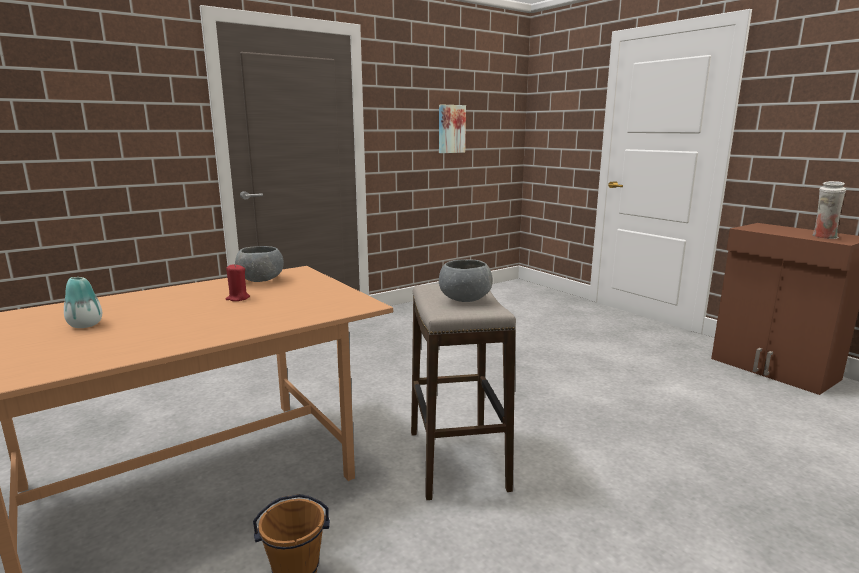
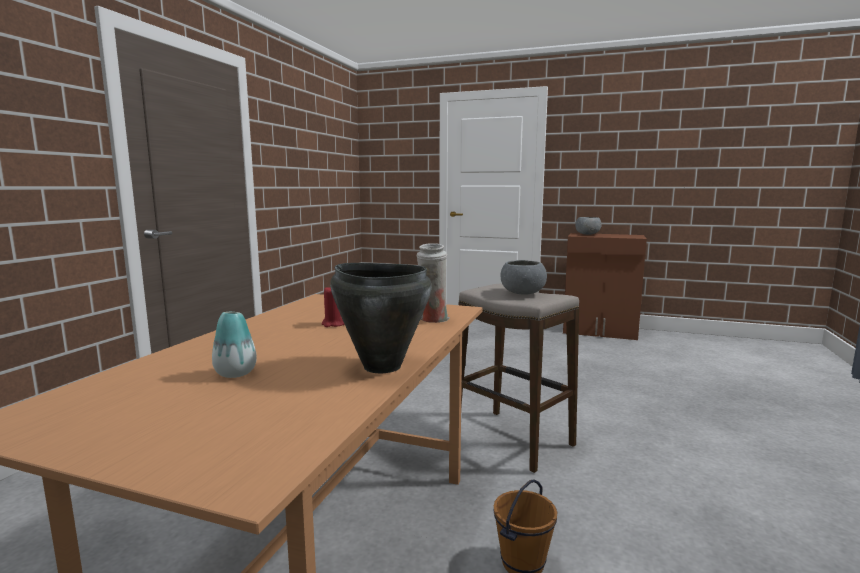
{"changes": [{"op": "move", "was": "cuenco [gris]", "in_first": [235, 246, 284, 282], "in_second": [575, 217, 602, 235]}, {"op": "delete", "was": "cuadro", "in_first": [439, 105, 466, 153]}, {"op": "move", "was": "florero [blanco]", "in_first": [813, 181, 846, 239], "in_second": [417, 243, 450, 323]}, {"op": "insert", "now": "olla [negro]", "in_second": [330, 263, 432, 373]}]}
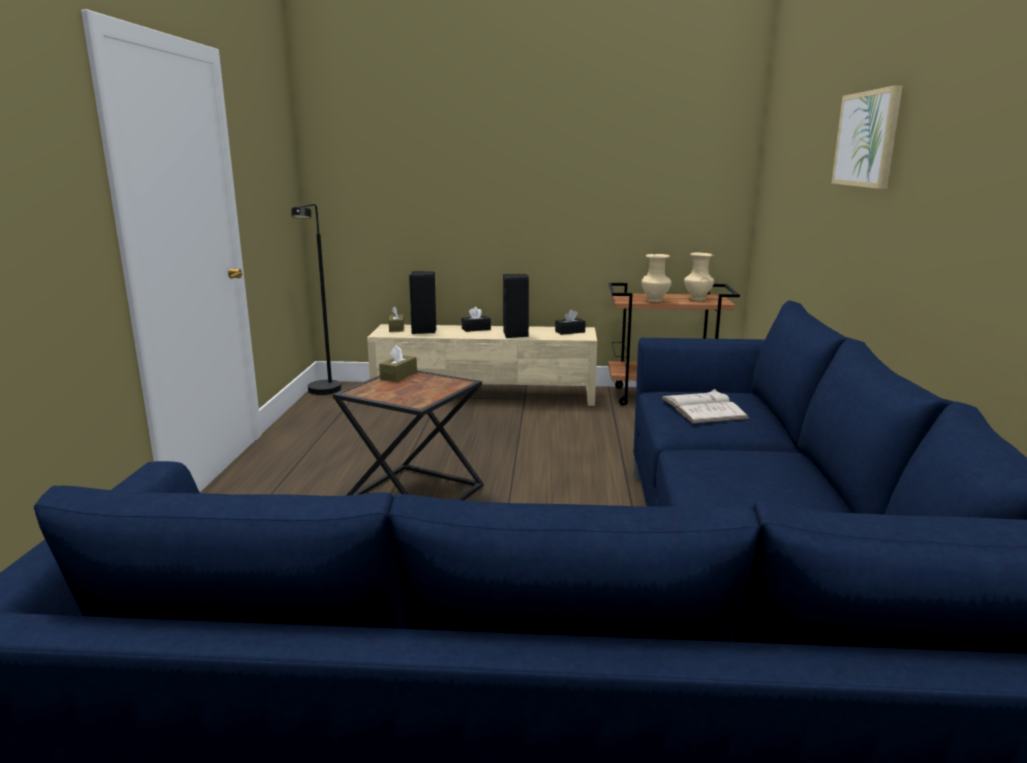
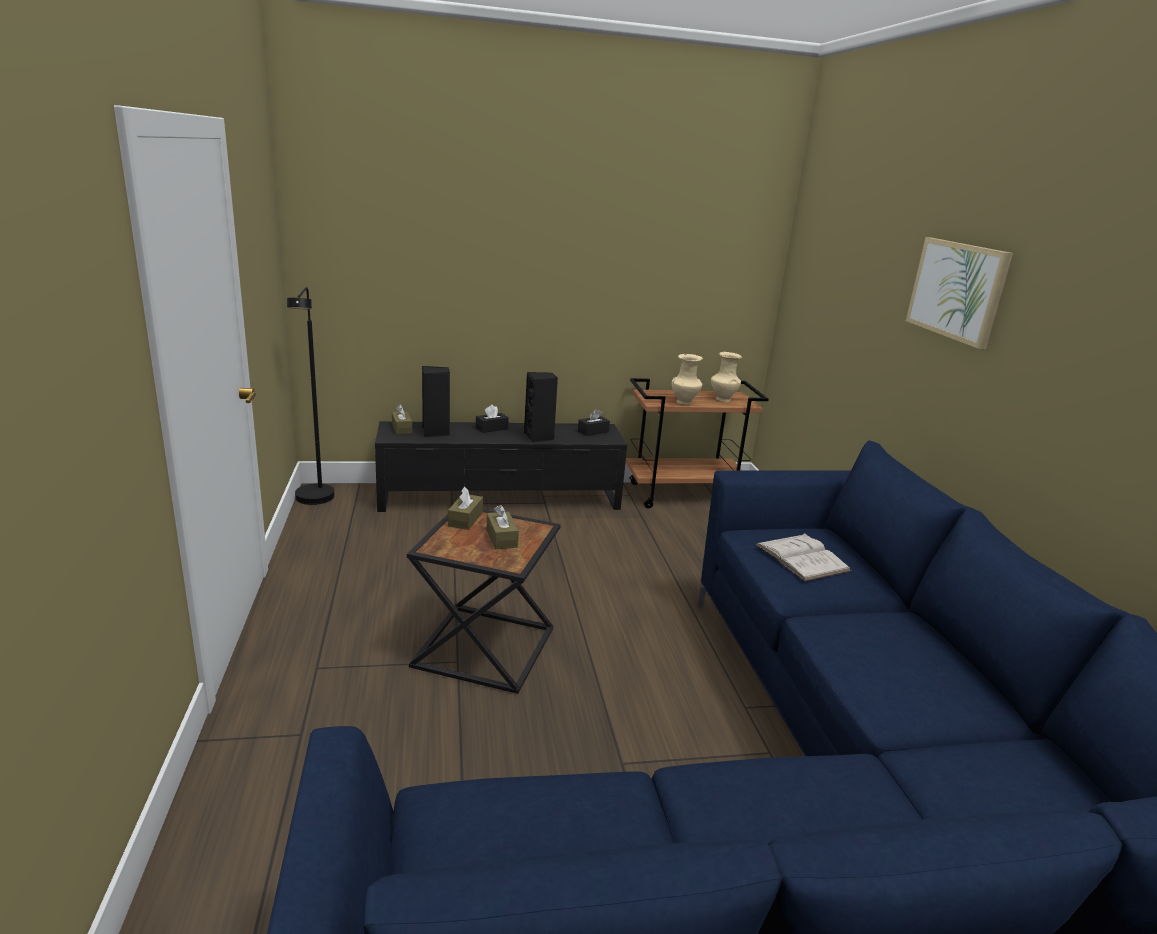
{"changes": [{"op": "recolor", "was": "mueble de televisión [beis]", "now": "mueble de televisión [negro]", "in_first": [367, 324, 597, 406], "in_second": [375, 421, 627, 512]}, {"op": "insert", "now": "caja de pañuelos [marrón]", "in_second": [487, 505, 519, 550]}]}
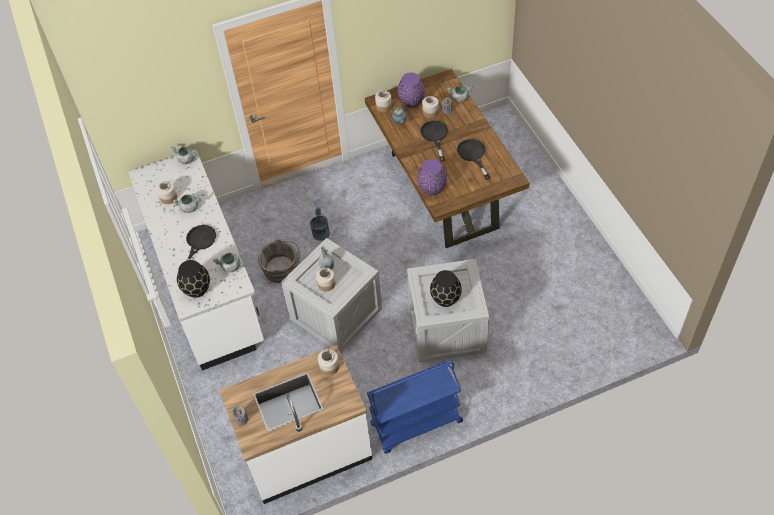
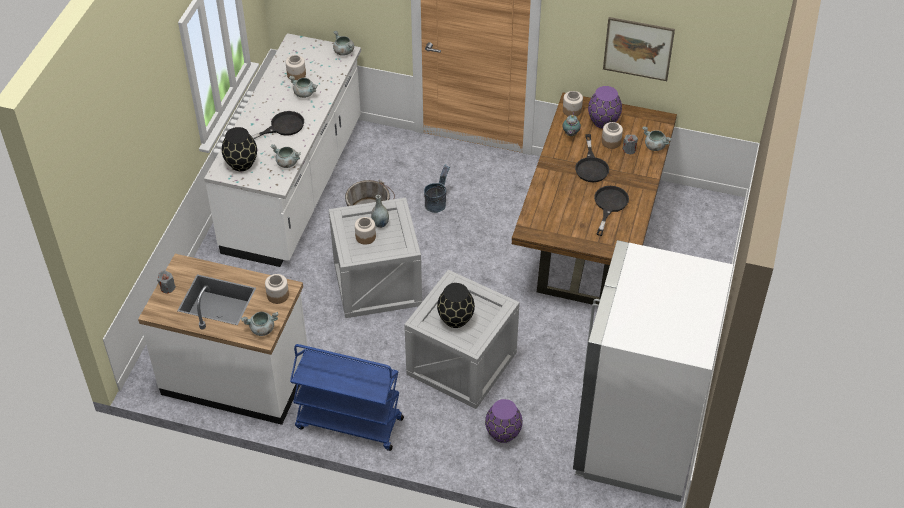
{"changes": [{"op": "move", "was": "florero [morado]", "in_first": [417, 159, 447, 196], "in_second": [485, 399, 523, 443]}, {"op": "rotate", "was": "sartén [negro]", "in_first": [420, 120, 448, 161], "in_second": [575, 134, 609, 182], "clockwise": 150}, {"op": "insert", "now": "olla [gris]", "in_second": [241, 312, 278, 336]}, {"op": "insert", "now": "nevera [blanco]", "in_second": [573, 240, 733, 502]}, {"op": "insert", "now": "cuadro", "in_second": [603, 17, 675, 81]}]}
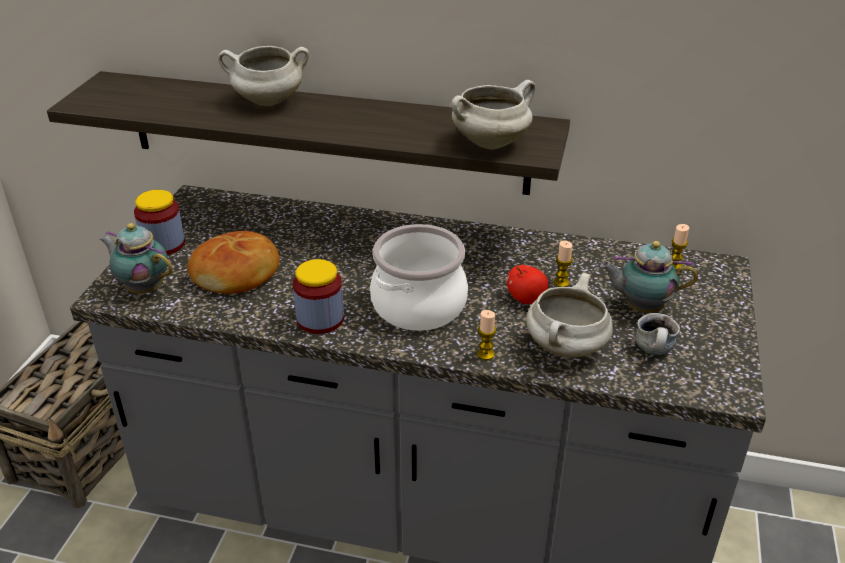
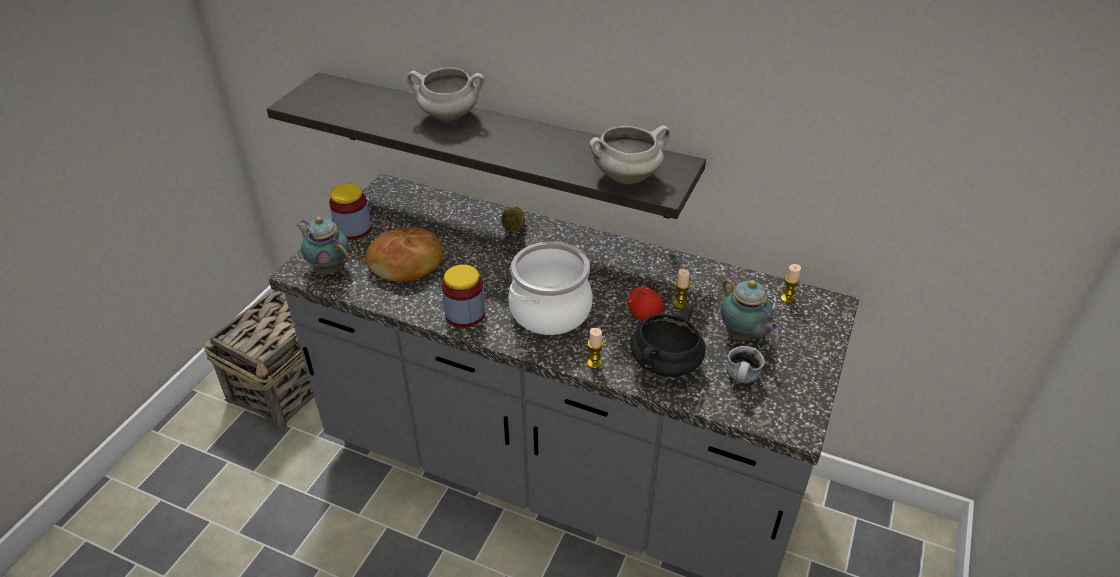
{"changes": [{"op": "recolor", "was": "olla [blanco]", "now": "olla [negro]", "in_first": [526, 273, 613, 358], "in_second": [631, 304, 706, 378]}, {"op": "rotate", "was": "tetera", "in_first": [600, 241, 698, 313], "in_second": [721, 275, 779, 341], "clockwise": -135}, {"op": "insert", "now": "patata", "in_second": [501, 206, 525, 232]}]}
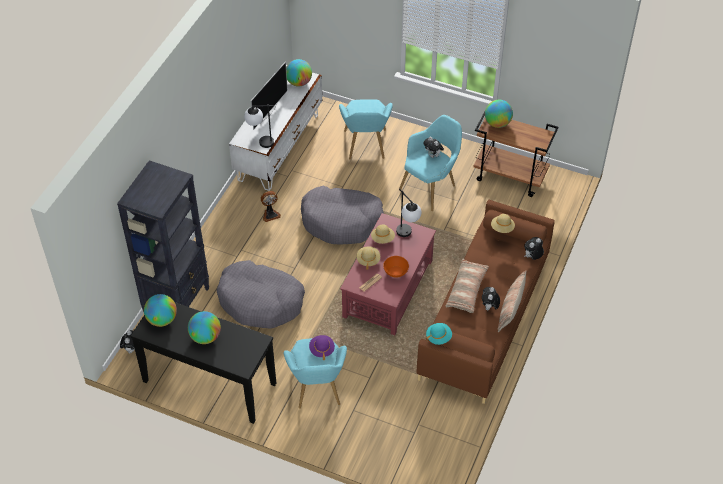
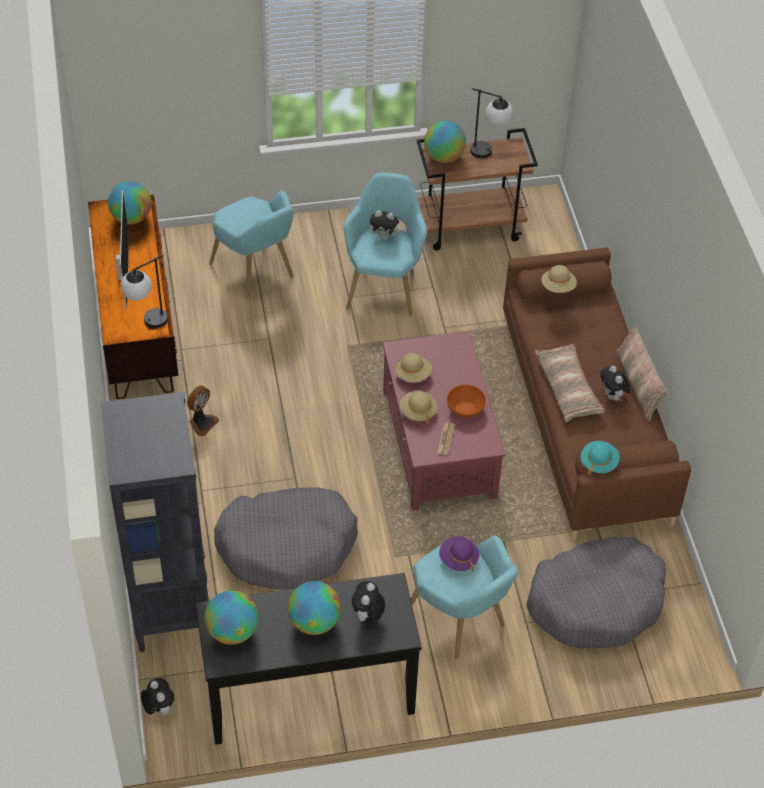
{"changes": [{"op": "recolor", "was": "mueble de televisión [blanco]", "now": "mueble de televisión [marrón]", "in_first": [229, 65, 322, 191], "in_second": [88, 195, 178, 399]}, {"op": "move", "was": "cama para perro [gris]", "in_first": [301, 186, 384, 245], "in_second": [526, 537, 666, 648]}, {"op": "move", "was": "lámpara de mesa", "in_first": [396, 188, 421, 237], "in_second": [470, 88, 513, 158]}, {"op": "move", "was": "peluche", "in_first": [524, 237, 544, 260], "in_second": [352, 581, 385, 622]}]}
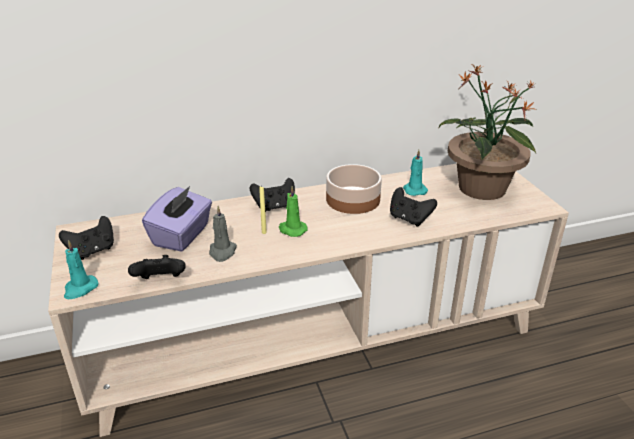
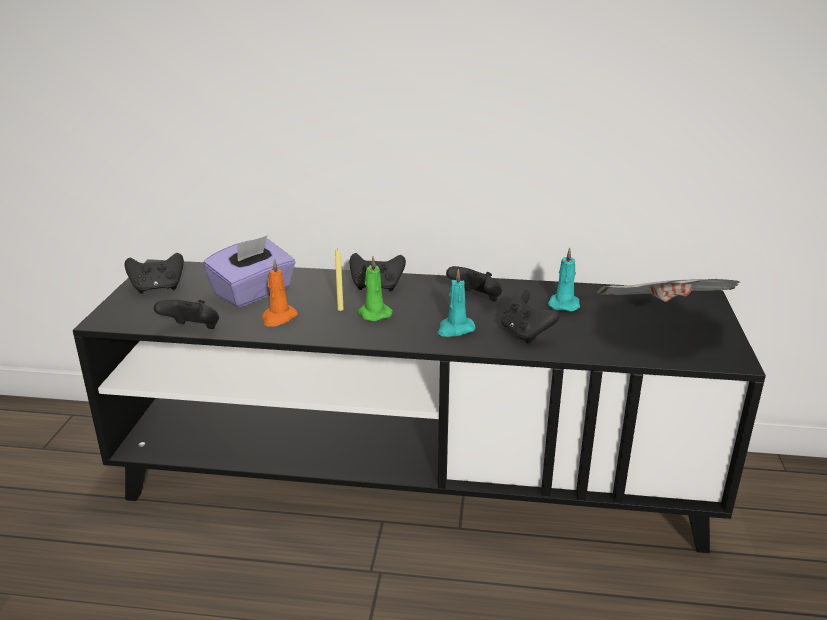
{"changes": [{"op": "recolor", "was": "mueble de televisión [beis]", "now": "mueble de televisión [negro]", "in_first": [48, 164, 569, 437], "in_second": [73, 259, 766, 553]}, {"op": "move", "was": "vela [turquesa]", "in_first": [64, 240, 98, 299], "in_second": [437, 269, 475, 337]}, {"op": "recolor", "was": "vela [gris]", "now": "vela [naranja]", "in_first": [209, 206, 237, 262], "in_second": [262, 258, 298, 327]}, {"op": "replace", "was": "cuenco", "now": "mando de consola [negro]", "in_first": [326, 164, 382, 214], "in_second": [446, 266, 502, 301]}, {"op": "replace", "was": "planta en maceta", "now": "periódico", "in_first": [439, 64, 536, 200], "in_second": [597, 279, 740, 302]}]}
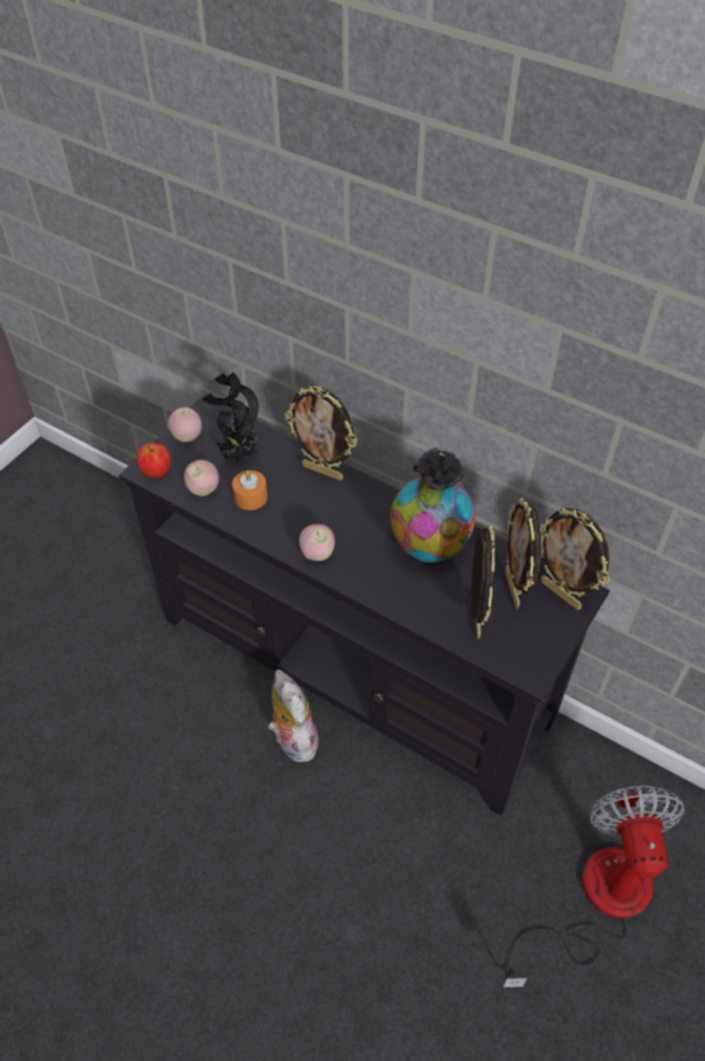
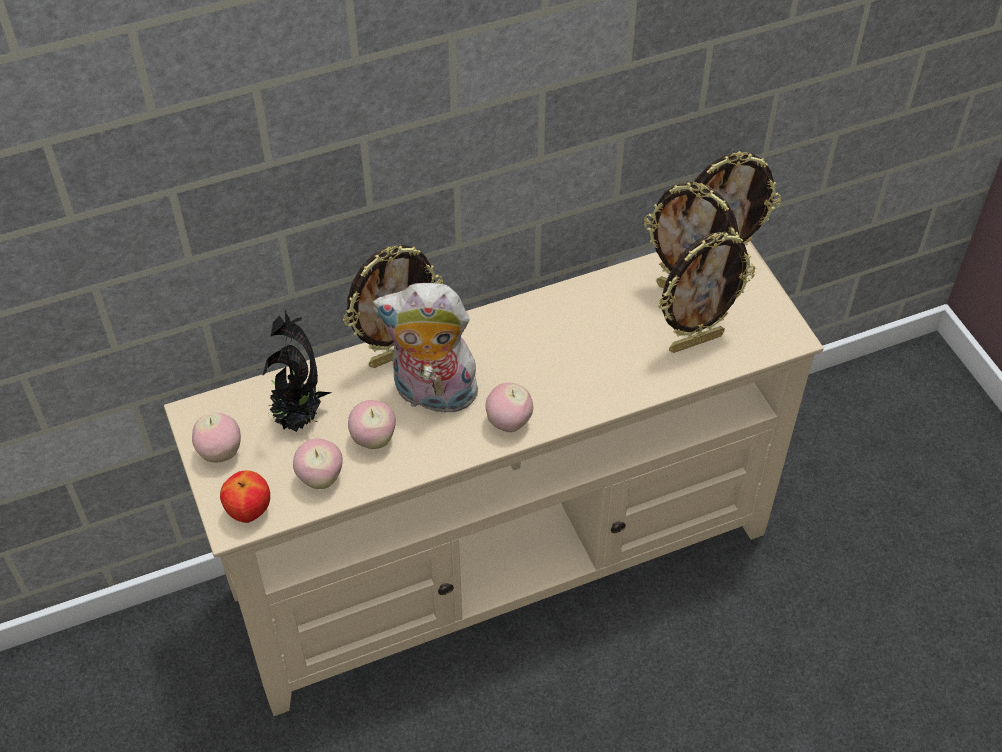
{"changes": [{"op": "recolor", "was": "mueble de televisión [negro]", "now": "mueble de televisión [beis]", "in_first": [119, 396, 610, 816], "in_second": [164, 241, 825, 716]}, {"op": "replace", "was": "vela [naranja]", "now": "manzana", "in_first": [232, 470, 268, 510], "in_second": [348, 400, 396, 449]}, {"op": "move", "was": "peluche", "in_first": [268, 669, 318, 762], "in_second": [373, 283, 483, 413]}, {"op": "delete", "was": "florero", "in_first": [390, 447, 476, 565]}, {"op": "rotate", "was": "portarretratos", "in_first": [471, 526, 495, 639], "in_second": [658, 232, 755, 353], "clockwise": 120}, {"op": "delete", "was": "ventilador", "in_first": [503, 786, 685, 987]}]}
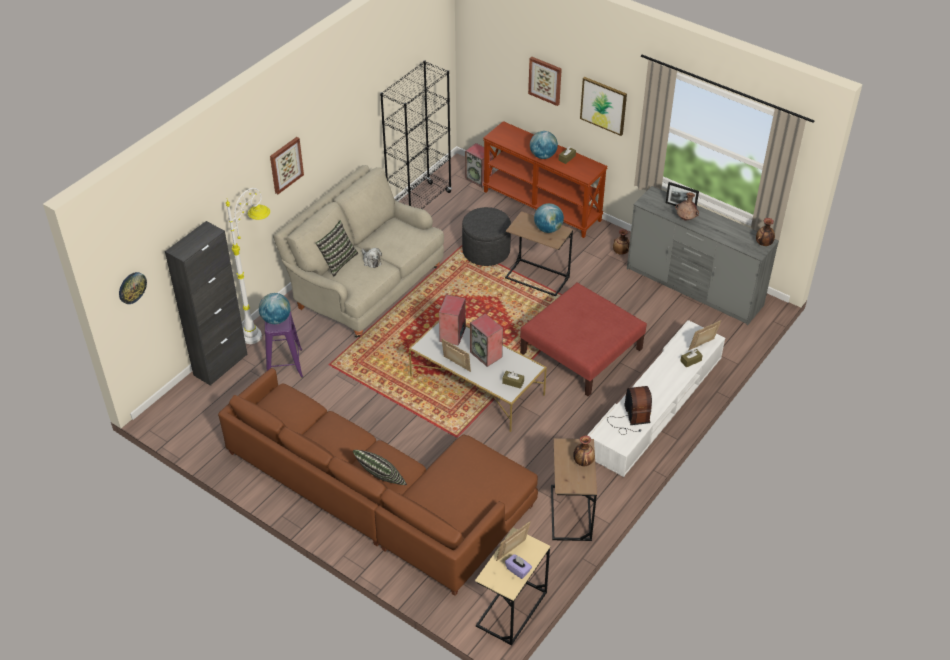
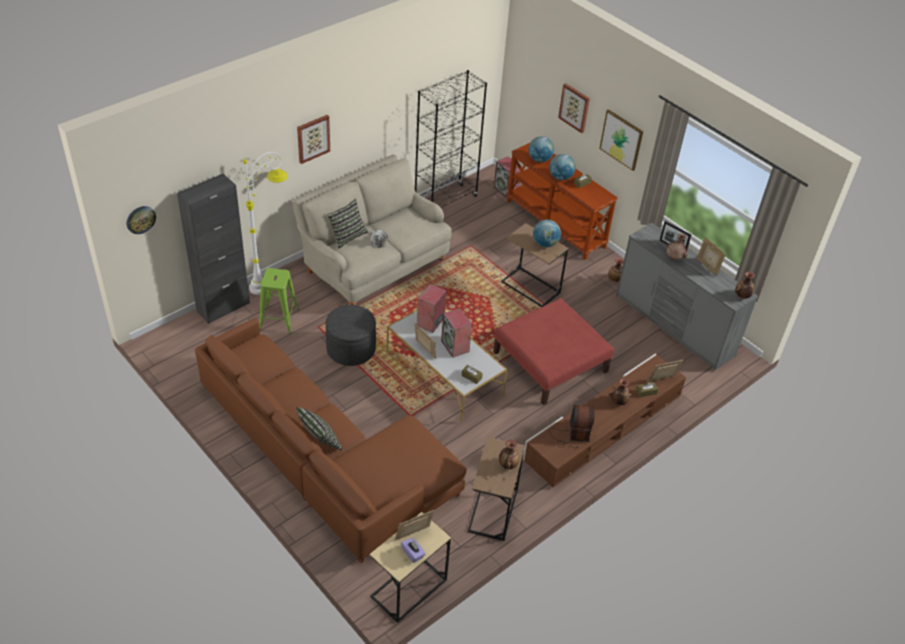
{"changes": [{"op": "move", "was": "globo terráqueo", "in_first": [259, 293, 291, 324], "in_second": [528, 136, 554, 162]}, {"op": "recolor", "was": "taburete [morado]", "now": "taburete [verde]", "in_first": [265, 311, 303, 378], "in_second": [259, 268, 299, 334]}, {"op": "move", "was": "puf [gris]", "in_first": [462, 207, 511, 266], "in_second": [325, 305, 376, 366]}, {"op": "recolor", "was": "mueble de televisión [blanco]", "now": "mueble de televisión [marrón]", "in_first": [587, 320, 725, 477], "in_second": [523, 354, 686, 487]}, {"op": "insert", "now": "florero", "in_second": [609, 378, 632, 405]}, {"op": "insert", "now": "portarretratos", "in_second": [697, 237, 726, 276]}]}
